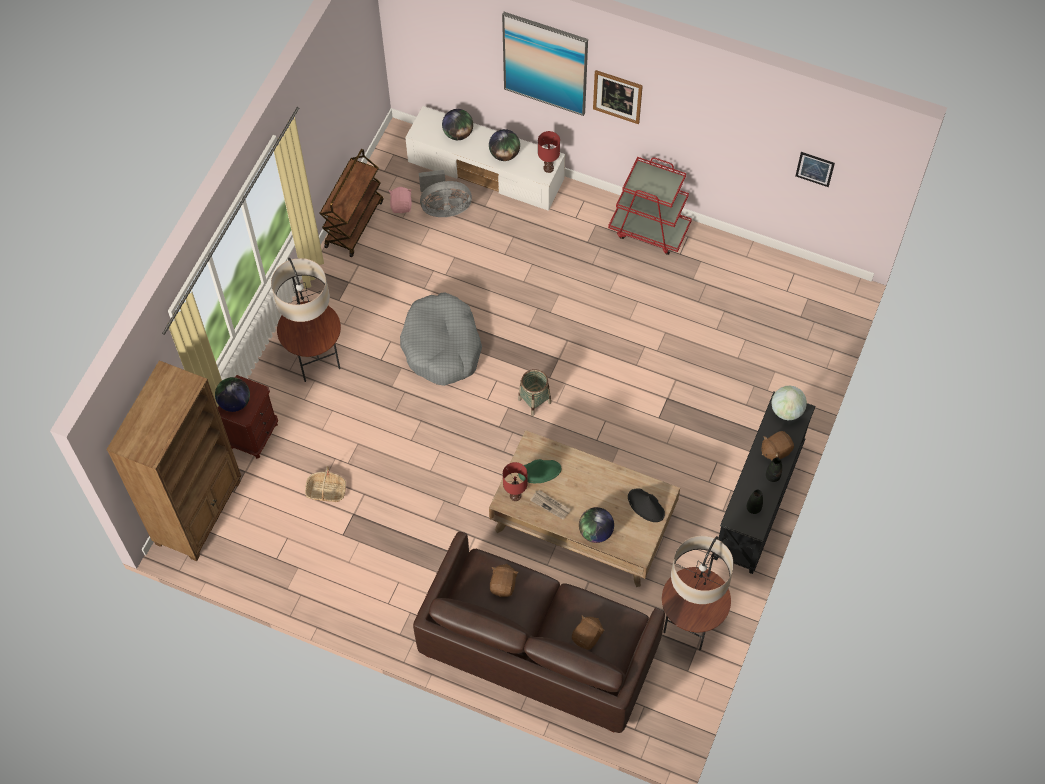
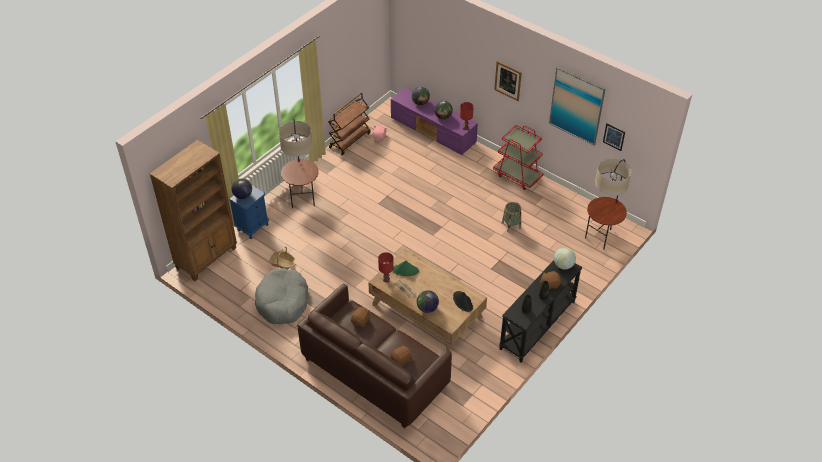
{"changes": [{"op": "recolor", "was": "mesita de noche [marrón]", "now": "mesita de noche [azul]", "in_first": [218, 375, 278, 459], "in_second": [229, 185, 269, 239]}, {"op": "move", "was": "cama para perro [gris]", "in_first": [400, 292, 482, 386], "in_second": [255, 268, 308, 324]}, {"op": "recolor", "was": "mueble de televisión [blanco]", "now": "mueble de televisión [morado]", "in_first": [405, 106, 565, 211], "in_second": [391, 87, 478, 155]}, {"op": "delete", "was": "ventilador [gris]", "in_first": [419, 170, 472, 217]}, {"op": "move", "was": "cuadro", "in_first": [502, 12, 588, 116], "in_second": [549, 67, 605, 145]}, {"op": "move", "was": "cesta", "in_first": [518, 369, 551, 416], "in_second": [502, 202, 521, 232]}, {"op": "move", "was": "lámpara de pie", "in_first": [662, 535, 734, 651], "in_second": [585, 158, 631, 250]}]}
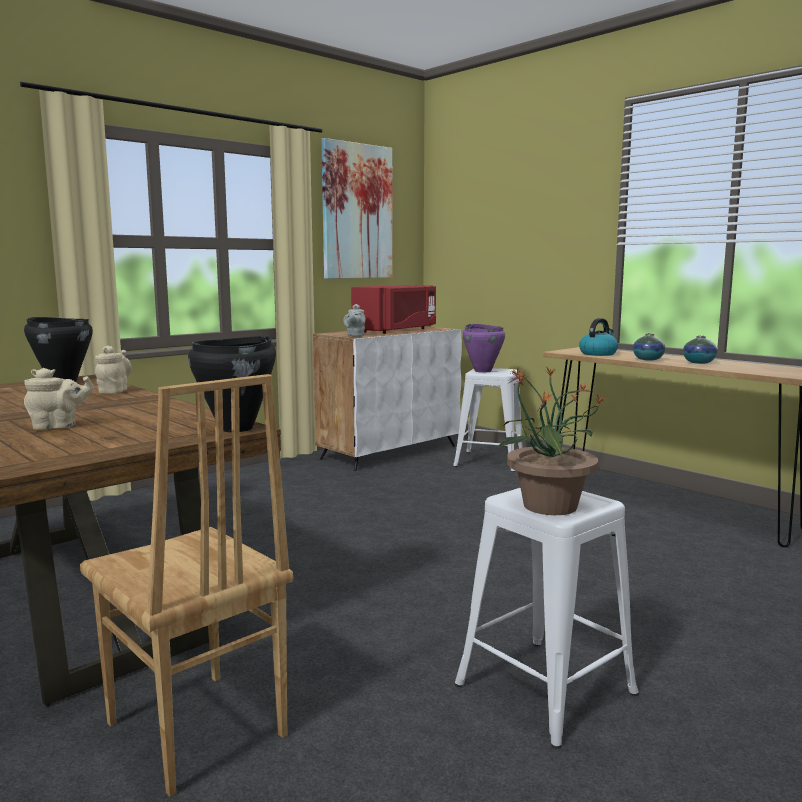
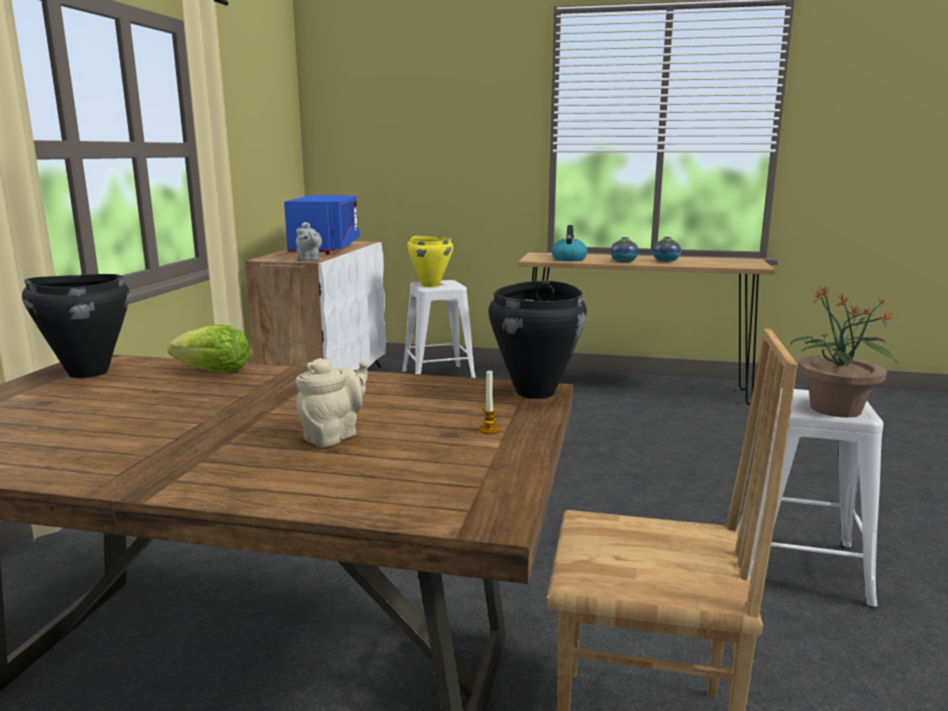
{"changes": [{"op": "replace", "was": "tetera [beis]", "now": "lechuga", "in_first": [95, 345, 132, 393], "in_second": [168, 325, 250, 373]}, {"op": "delete", "was": "cuadro", "in_first": [321, 138, 393, 279]}, {"op": "recolor", "was": "microondas [rojo]", "now": "microondas [azul]", "in_first": [351, 285, 436, 334], "in_second": [284, 195, 360, 254]}, {"op": "recolor", "was": "olla [morado]", "now": "olla [amarillo]", "in_first": [463, 324, 505, 373], "in_second": [407, 236, 453, 287]}, {"op": "insert", "now": "vela", "in_second": [479, 370, 500, 434]}]}
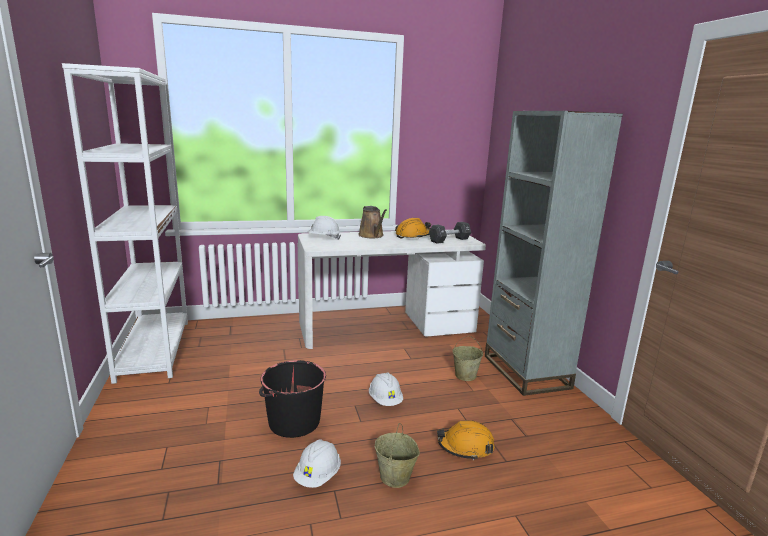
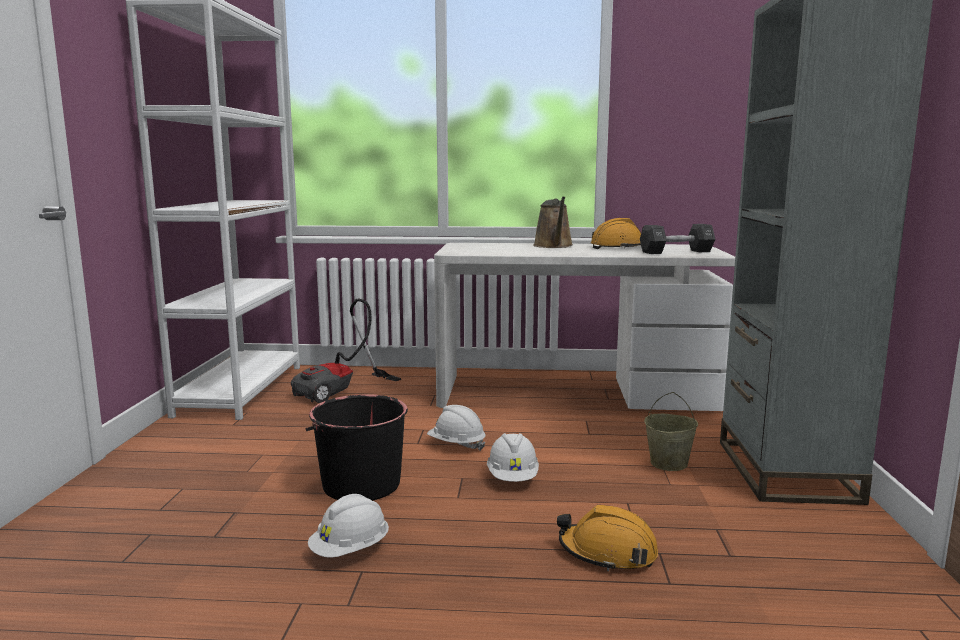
{"changes": [{"op": "move", "was": "casco [blanco]", "in_first": [307, 216, 341, 240], "in_second": [427, 405, 486, 451]}, {"op": "delete", "was": "cubo [beis]", "in_first": [375, 423, 420, 488]}, {"op": "insert", "now": "aspiradora", "in_second": [291, 298, 401, 403]}]}
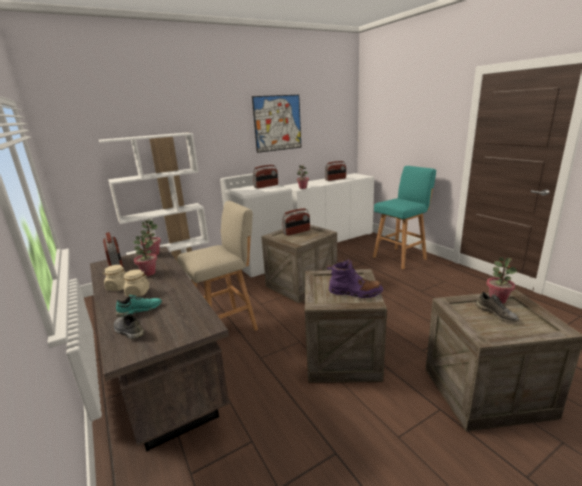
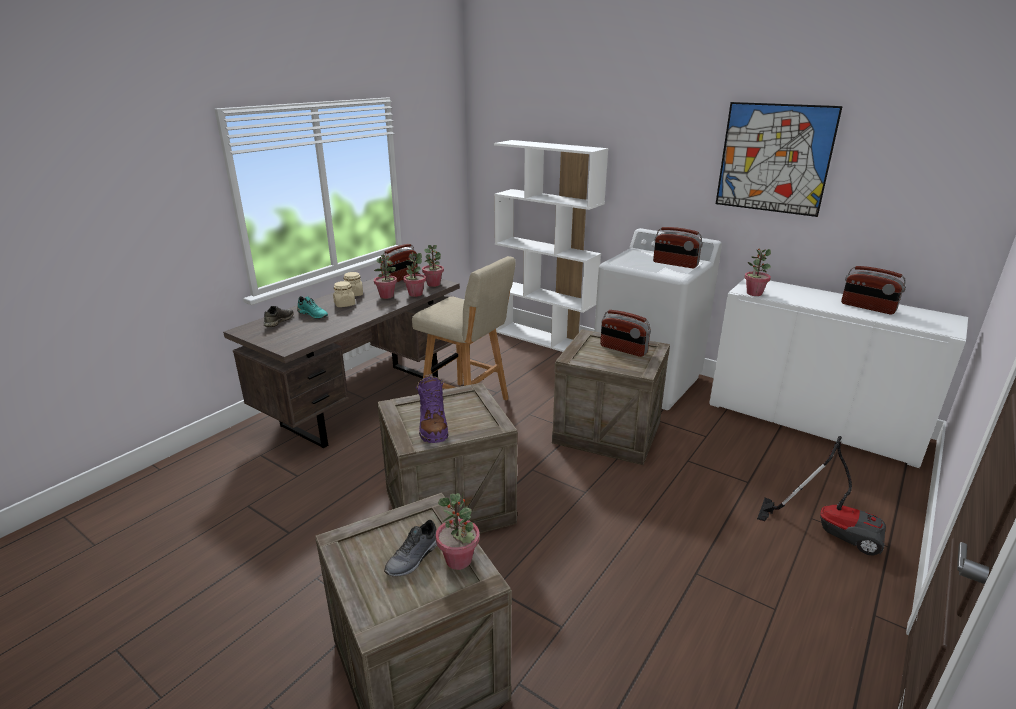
{"changes": [{"op": "replace", "was": "taburete [turquesa]", "now": "aspiradora", "in_first": [373, 166, 436, 269], "in_second": [757, 436, 886, 556]}, {"op": "insert", "now": "planta en maceta", "in_second": [403, 252, 426, 297]}]}
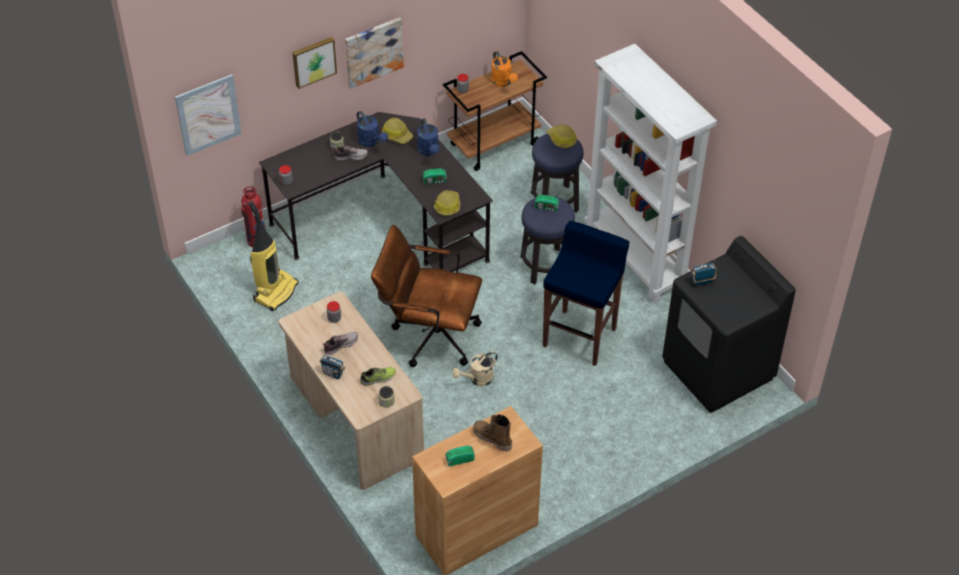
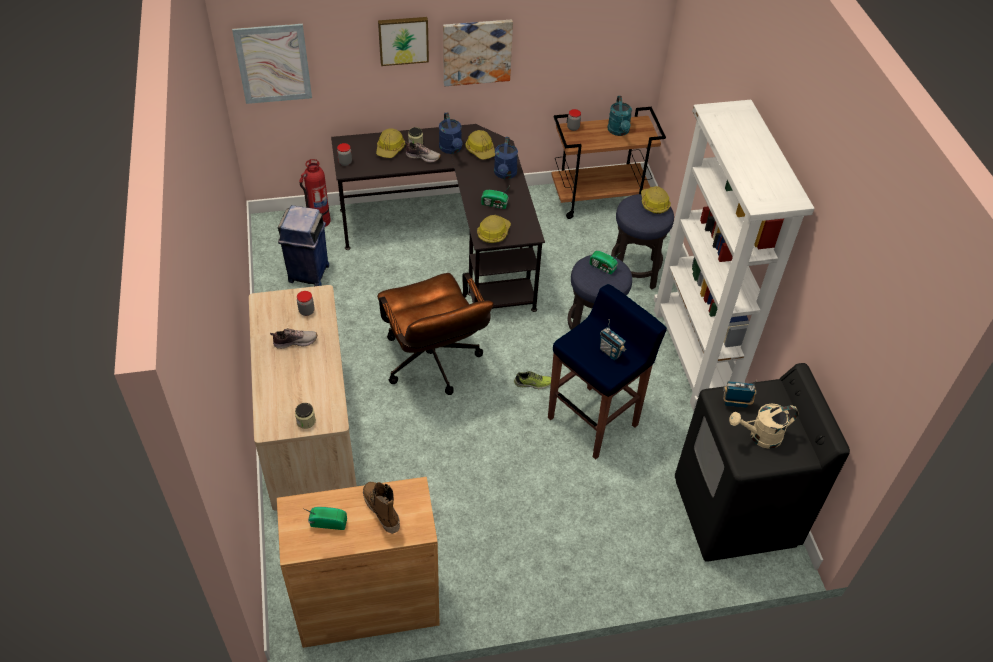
{"changes": [{"op": "replace", "was": "aspiradora", "now": "papelera [azul]", "in_first": [248, 201, 298, 311], "in_second": [278, 205, 329, 286]}, {"op": "move", "was": "radio", "in_first": [320, 348, 346, 379], "in_second": [600, 319, 626, 360]}, {"op": "move", "was": "zapato", "in_first": [360, 367, 396, 386], "in_second": [514, 371, 551, 389]}, {"op": "rotate", "was": "silla de oficina [marrón]", "in_first": [371, 225, 482, 367], "in_second": [377, 272, 494, 395], "clockwise": -150}, {"op": "move", "was": "regadera [beis]", "in_first": [452, 351, 498, 386], "in_second": [729, 403, 798, 449]}, {"op": "recolor", "was": "regadera [naranja]", "now": "regadera [turquesa]", "in_first": [491, 51, 518, 87], "in_second": [607, 96, 632, 136]}, {"op": "insert", "now": "casco", "in_second": [376, 128, 405, 158]}]}
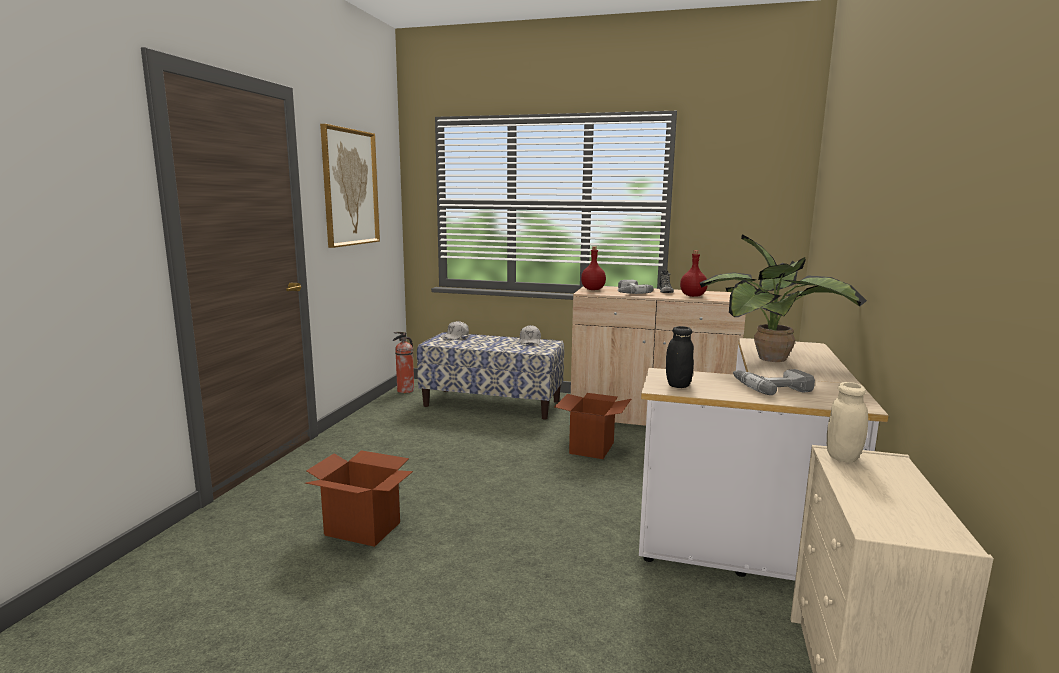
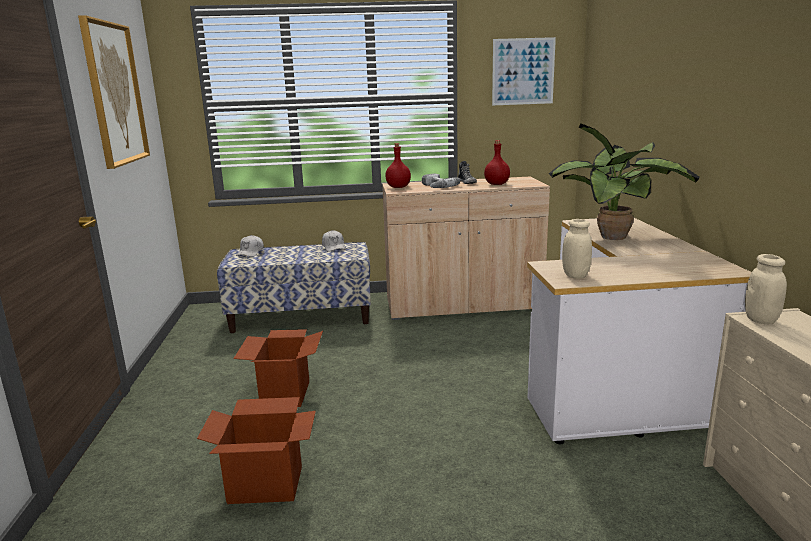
{"changes": [{"op": "delete", "was": "extintor", "in_first": [393, 332, 414, 393]}, {"op": "move", "was": "caja de cartón", "in_first": [554, 393, 631, 459], "in_second": [233, 329, 323, 407]}, {"op": "recolor", "was": "tarro [negro]", "now": "tarro [beis]", "in_first": [666, 326, 694, 388], "in_second": [562, 219, 592, 279]}, {"op": "delete", "was": "taladro", "in_first": [733, 369, 815, 395]}, {"op": "insert", "now": "cuadro", "in_second": [492, 37, 556, 105]}]}
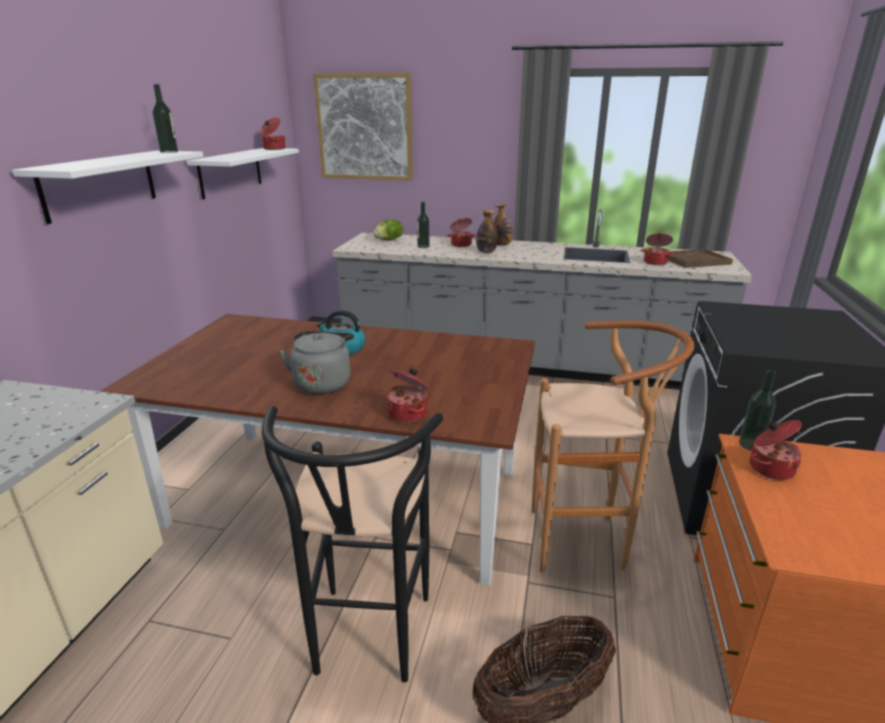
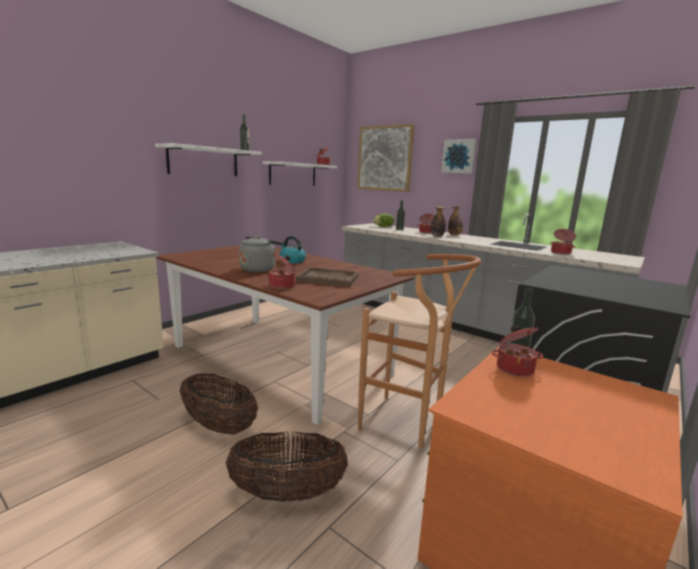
{"changes": [{"op": "replace", "was": "taburete [negro]", "now": "cesta", "in_first": [262, 406, 443, 683], "in_second": [180, 373, 258, 435]}, {"op": "move", "was": "bandeja [marrón]", "in_first": [668, 249, 733, 268], "in_second": [296, 267, 358, 287]}, {"op": "insert", "now": "cuadro", "in_second": [441, 139, 477, 174]}]}
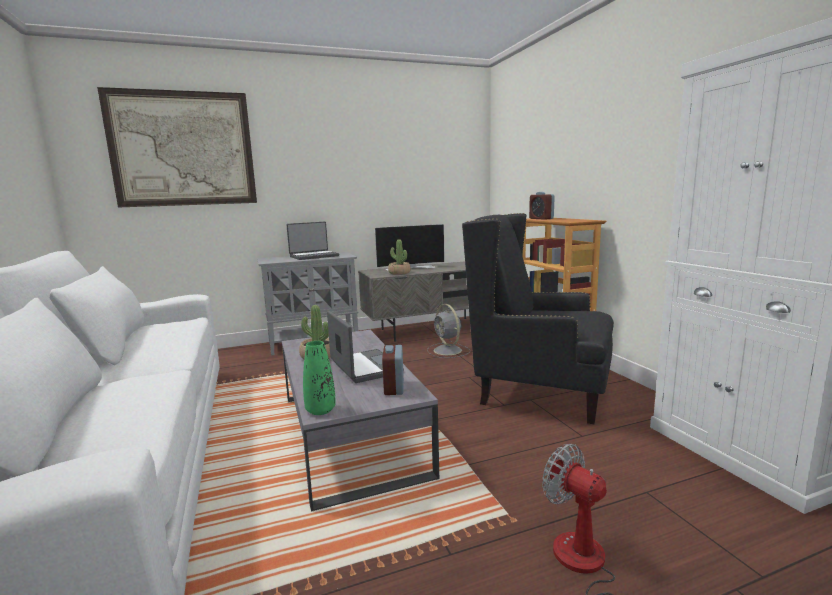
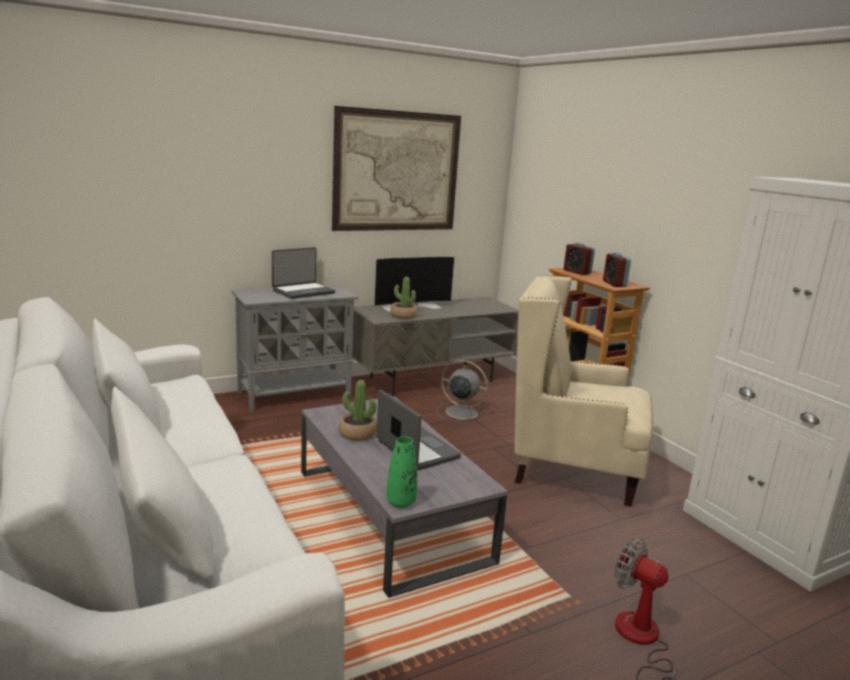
{"changes": [{"op": "move", "was": "cuadro", "in_first": [97, 87, 257, 208], "in_second": [332, 106, 461, 231]}, {"op": "move", "was": "despertador", "in_first": [382, 345, 404, 395], "in_second": [603, 252, 631, 287]}, {"op": "rotate", "was": "ventilador [gris]", "in_first": [427, 304, 470, 358], "in_second": [437, 360, 488, 421], "clockwise": 150}, {"op": "recolor", "was": "sillón [negro]", "now": "sillón [beis]", "in_first": [462, 213, 614, 424], "in_second": [514, 276, 653, 507]}]}
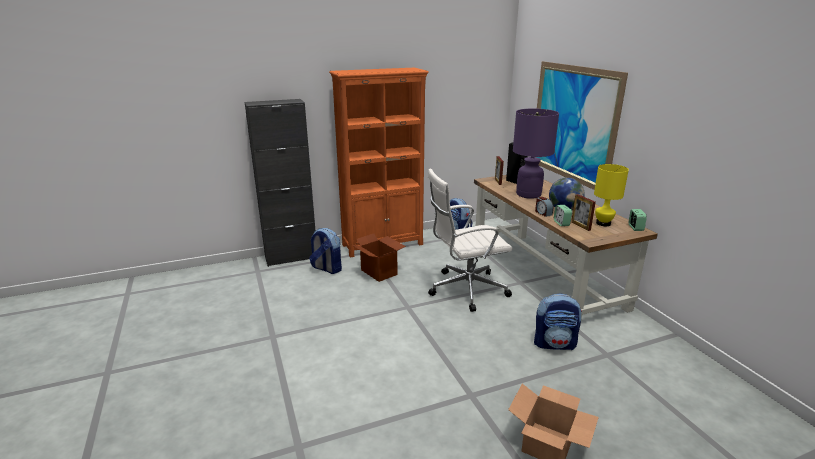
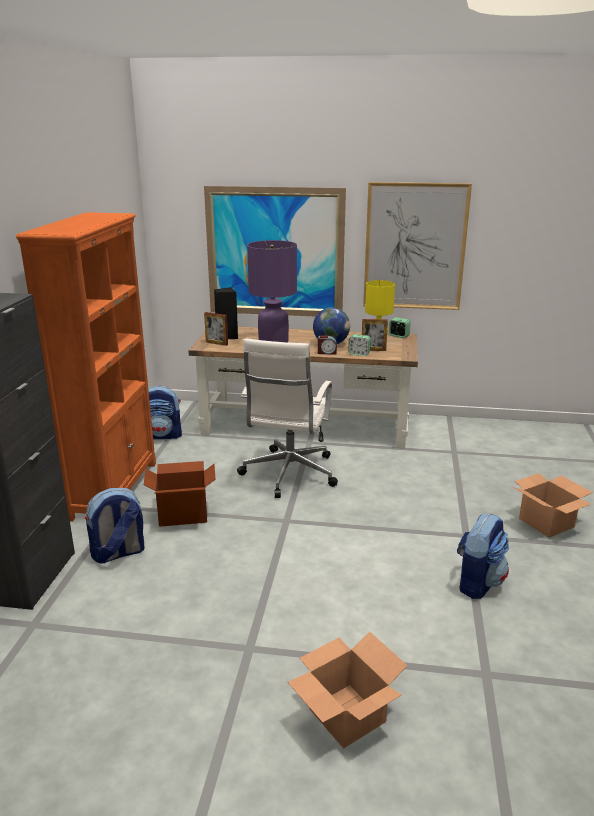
{"changes": [{"op": "move", "was": "mochila", "in_first": [534, 293, 582, 350], "in_second": [457, 514, 509, 599]}, {"op": "insert", "now": "caja de cartón", "in_second": [288, 632, 408, 749]}, {"op": "insert", "now": "cuadro", "in_second": [363, 182, 472, 310]}]}
